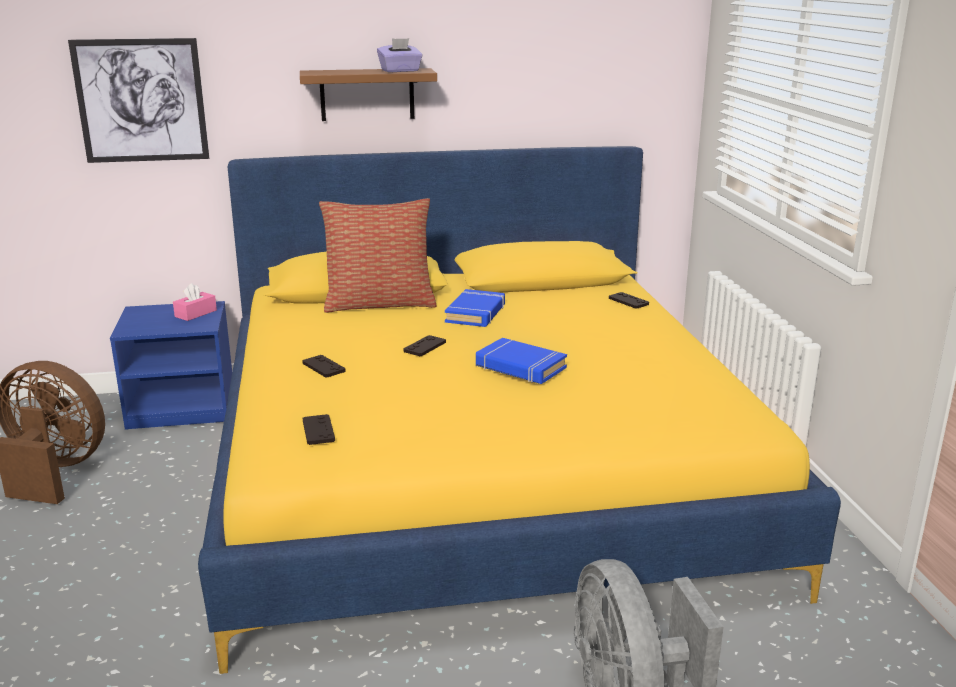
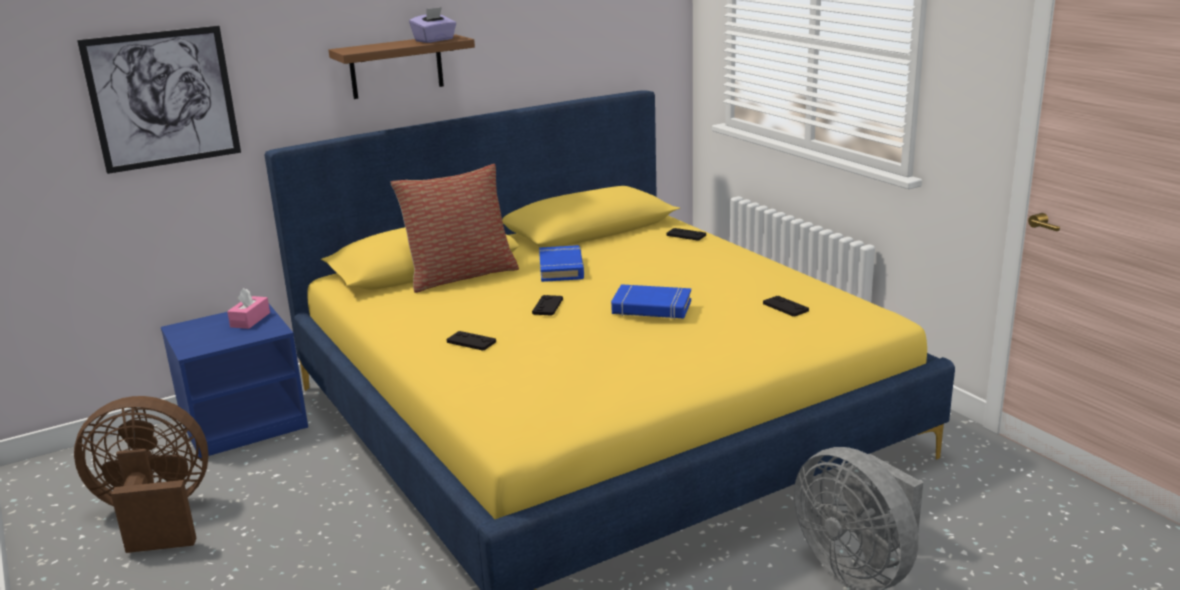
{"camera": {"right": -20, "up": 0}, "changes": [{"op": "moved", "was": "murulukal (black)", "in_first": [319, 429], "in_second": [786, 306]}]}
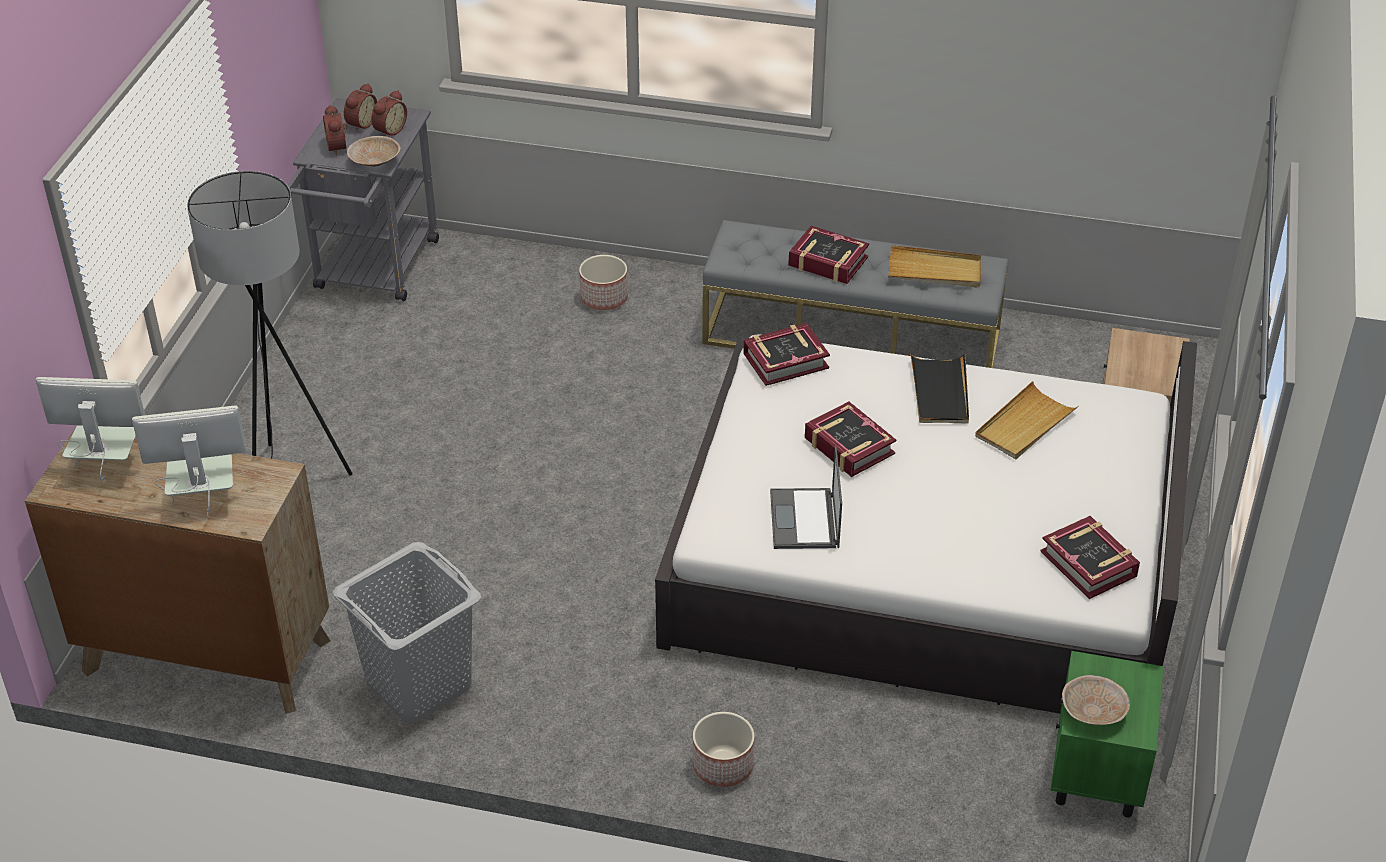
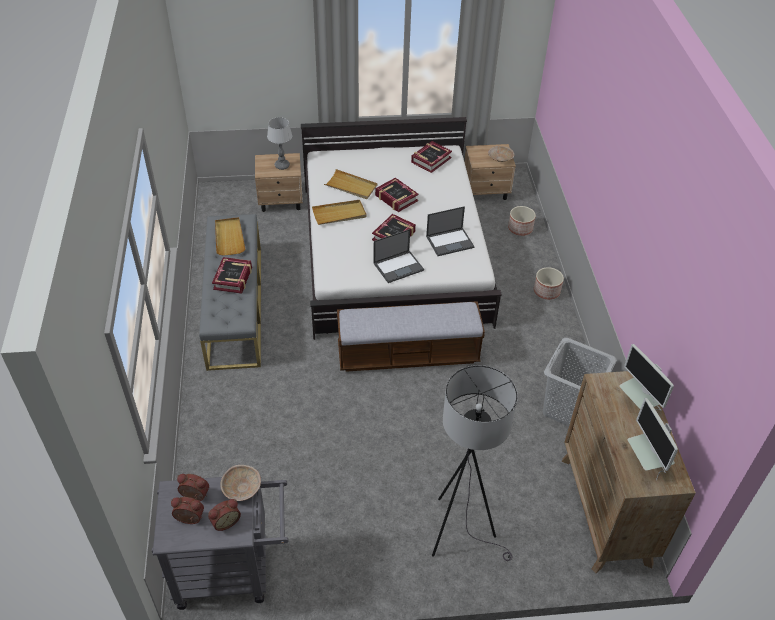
{"camera": {"right": -110, "up": 5}, "changes": [{"op": "moved", "was": "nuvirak", "in_first": [603, 282], "in_second": [522, 221]}, {"op": "moved", "was": "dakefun", "in_first": [786, 354], "in_second": [397, 195]}, {"op": "recoloured", "was": "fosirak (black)", "now": "fosirak (beige)", "in_first": [939, 388], "in_second": [339, 212]}, {"op": "recoloured", "was": "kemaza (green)", "now": "kemaza (beige)", "in_first": [1107, 734], "in_second": [490, 172]}, {"op": "added", "now": "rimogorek", "in_second": [279, 143]}, {"op": "added", "now": "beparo", "in_second": [411, 336]}, {"op": "added", "now": "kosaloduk", "in_second": [398, 256]}]}
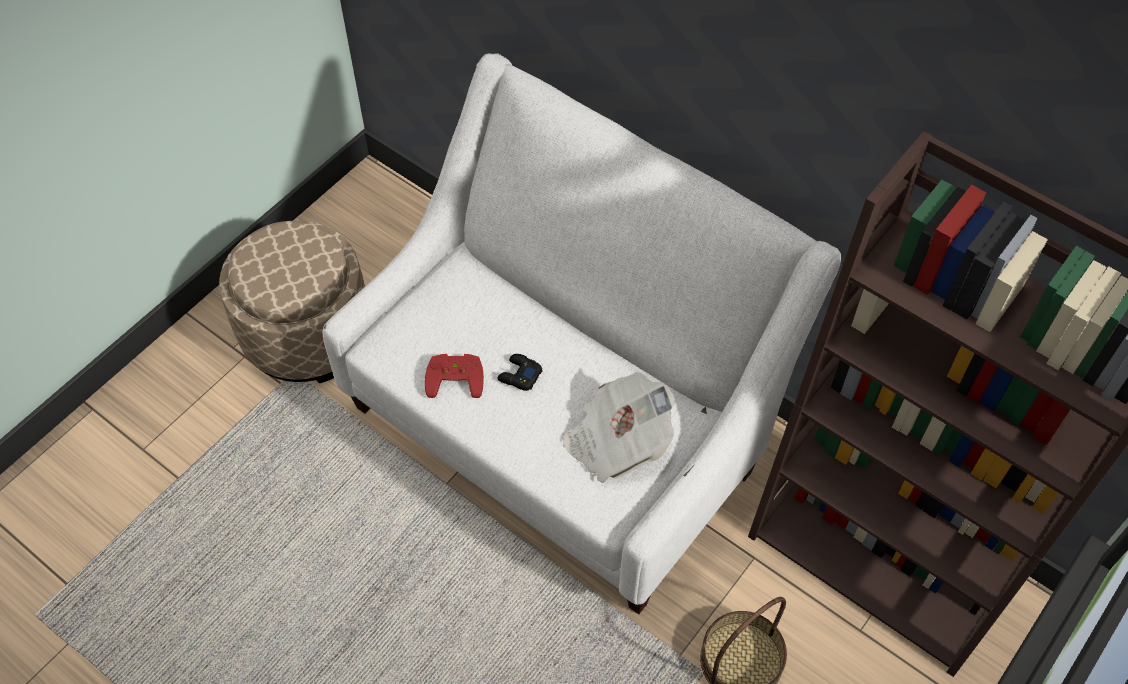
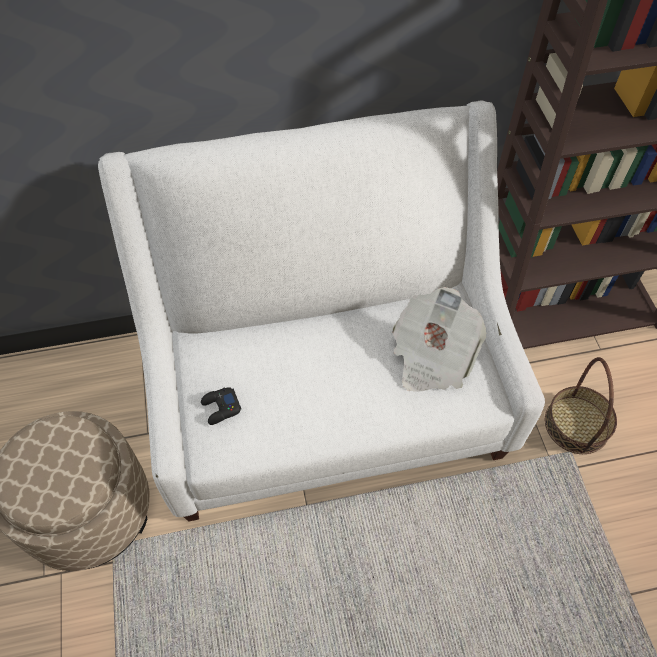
{"camera": {"right": -50, "up": 0}, "changes": [{"op": "removed", "was": "murulukal (red)", "in_first": [454, 376]}, {"op": "moved", "was": "murulukal (black)", "in_first": [520, 372], "in_second": [221, 406]}]}
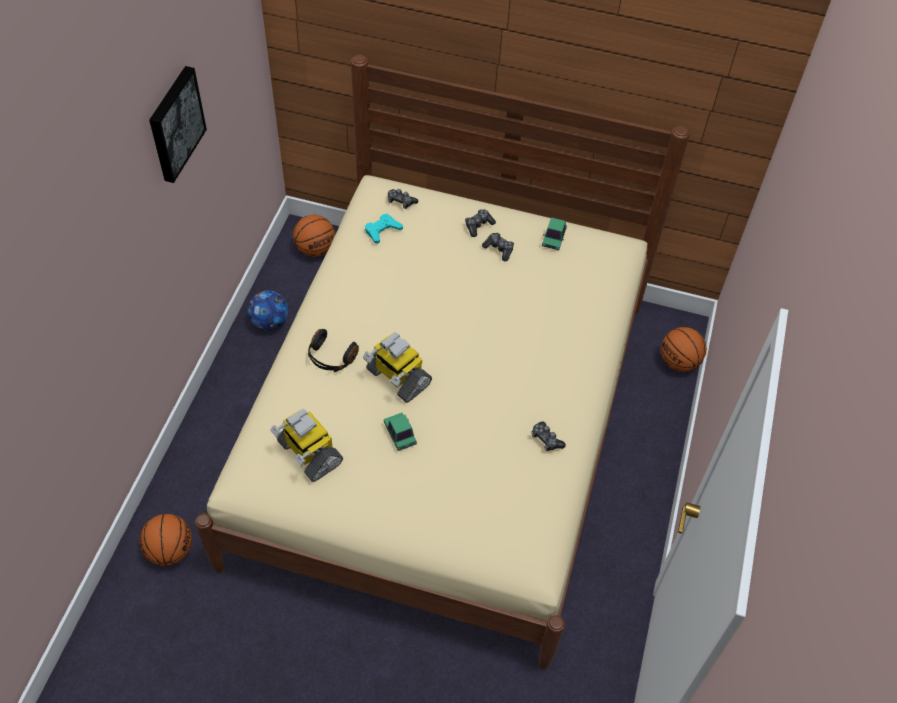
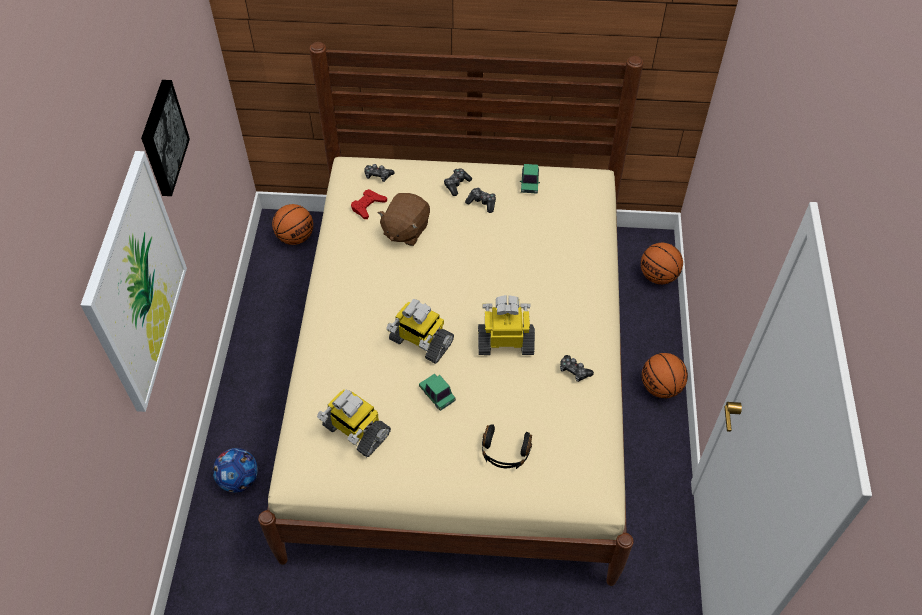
{"camera": {"right": -10, "up": 0}, "changes": [{"op": "moved", "was": "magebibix", "in_first": [165, 540], "in_second": [665, 375]}, {"op": "moved", "was": "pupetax", "in_first": [268, 310], "in_second": [235, 470]}, {"op": "moved", "was": "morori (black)", "in_first": [333, 350], "in_second": [507, 446]}, {"op": "recoloured", "was": "murulukal (turquoise)", "now": "murulukal (red)", "in_first": [384, 229], "in_second": [369, 204]}, {"op": "added", "now": "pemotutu", "in_second": [134, 281]}, {"op": "added", "now": "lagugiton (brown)", "in_second": [404, 219]}, {"op": "added", "now": "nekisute", "in_second": [506, 325]}]}
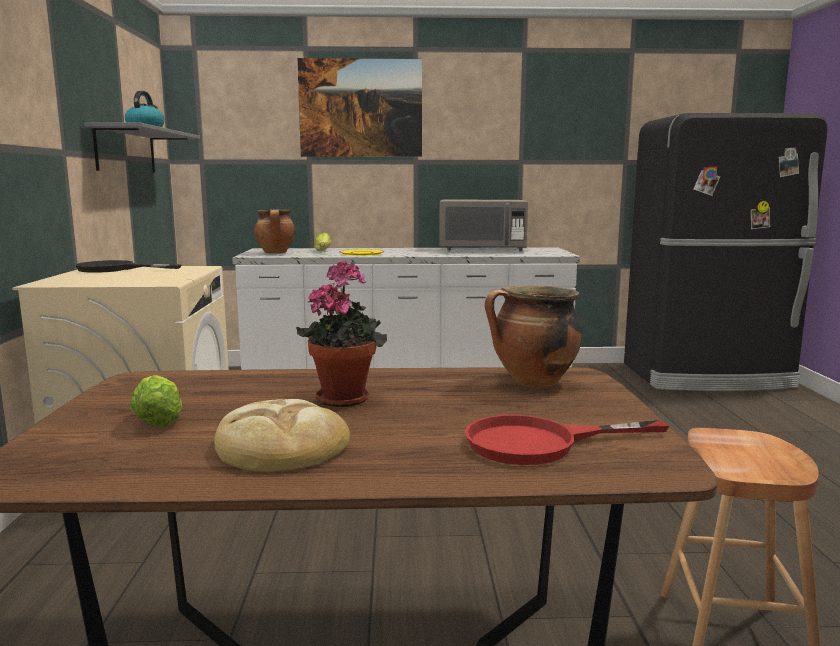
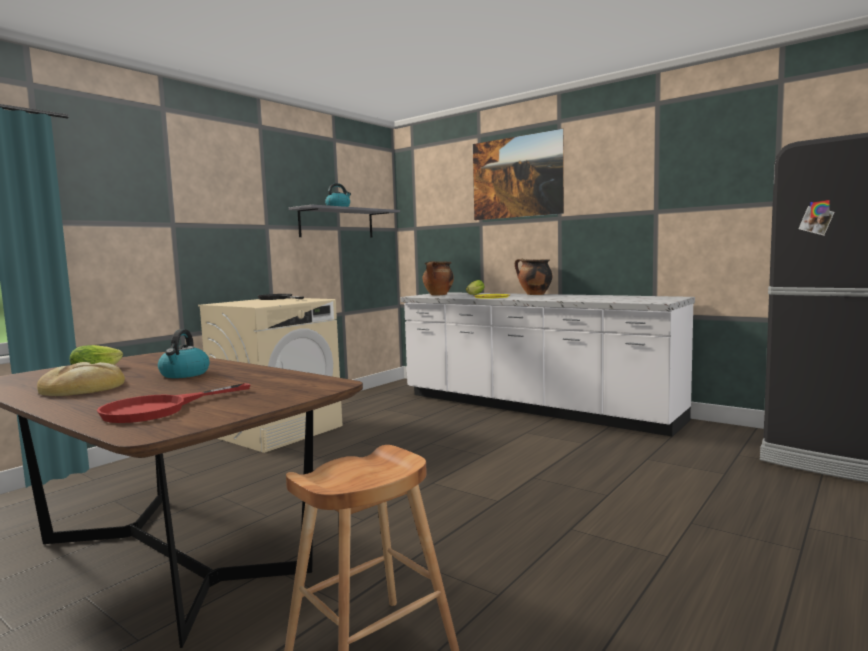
{"camera": {"right": 40, "up": -5}, "changes": [{"op": "replaced", "was": "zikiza", "now": "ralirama", "in_first": [341, 333], "in_second": [184, 353]}, {"op": "removed", "was": "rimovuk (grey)", "in_first": [483, 225]}, {"op": "turned", "was": "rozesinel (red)", "in_first": [567, 440], "in_second": [174, 403], "clockwise": -75}, {"op": "moved", "was": "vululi", "in_first": [534, 336], "in_second": [533, 277]}]}
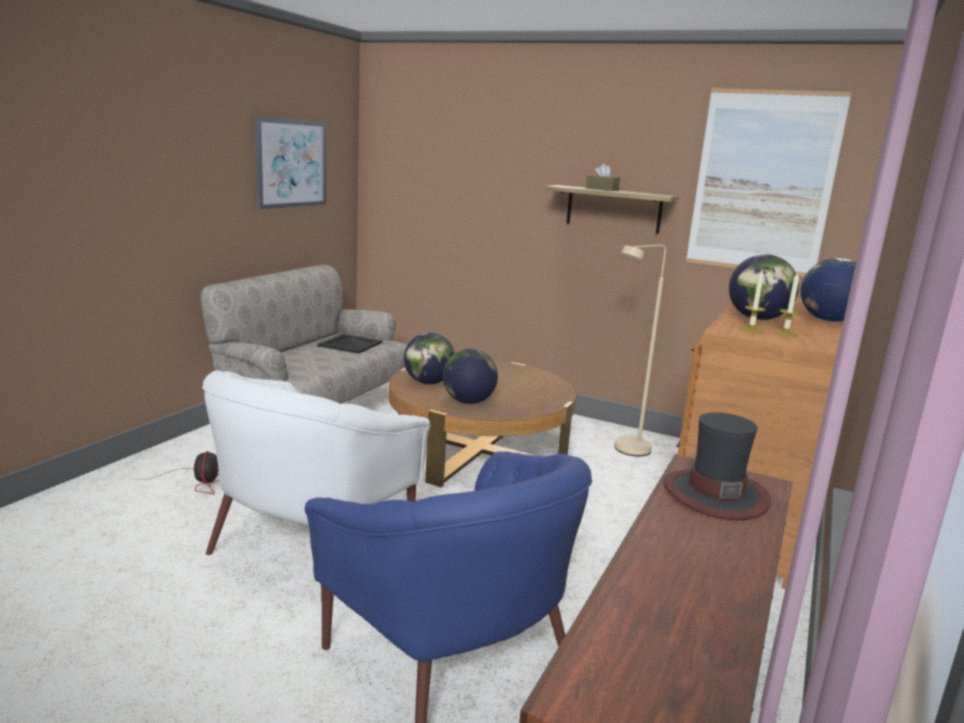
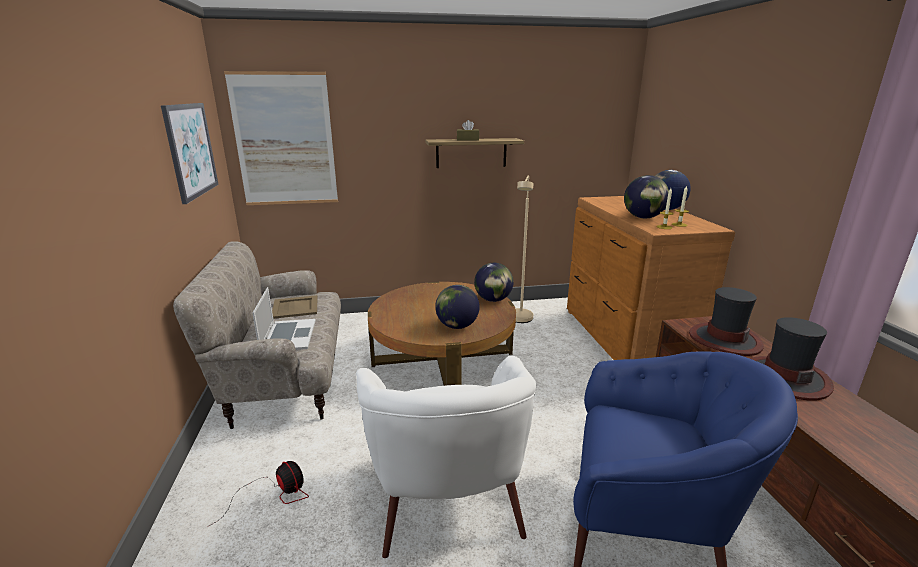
{"camera": {"right": -35, "up": 5}, "changes": [{"op": "recoloured", "was": "fosirak (black)", "now": "fosirak (beige)", "in_first": [350, 344], "in_second": [295, 307]}, {"op": "moved", "was": "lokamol", "in_first": [429, 358], "in_second": [494, 282]}, {"op": "moved", "was": "pemotutu", "in_first": [769, 182], "in_second": [281, 138]}, {"op": "added", "now": "kosaloduk", "in_second": [284, 318]}, {"op": "added", "now": "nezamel", "in_second": [791, 359]}]}
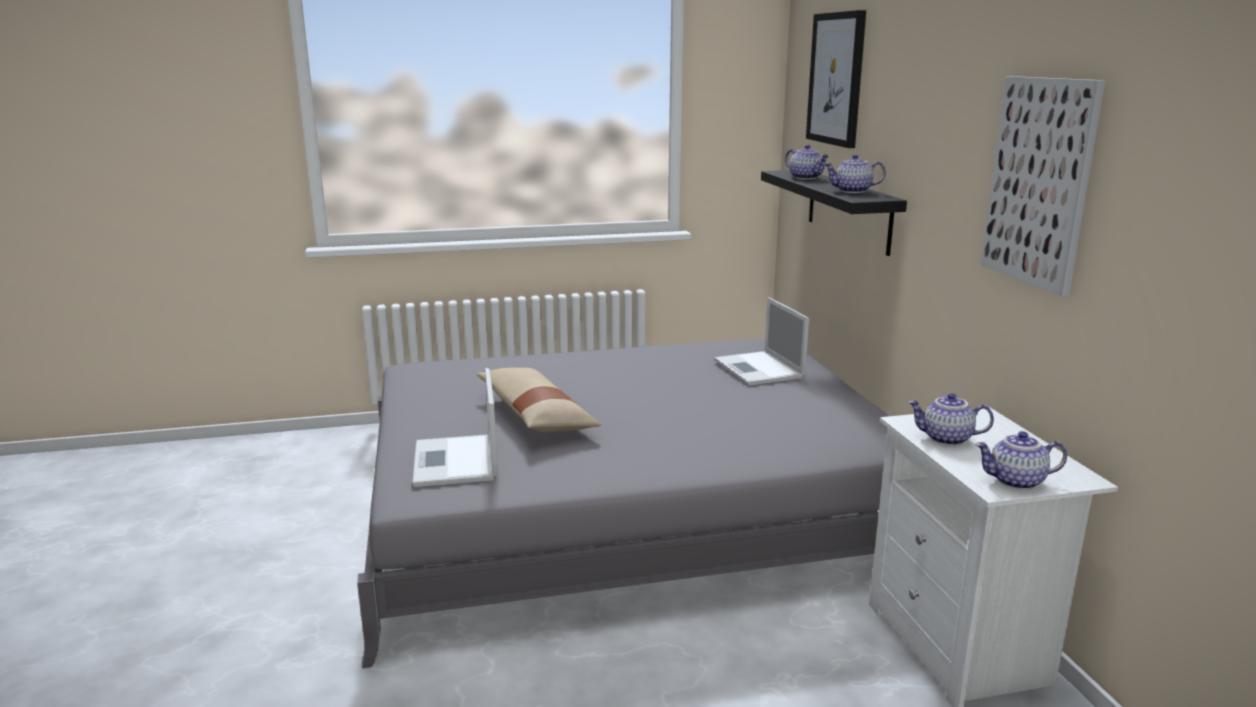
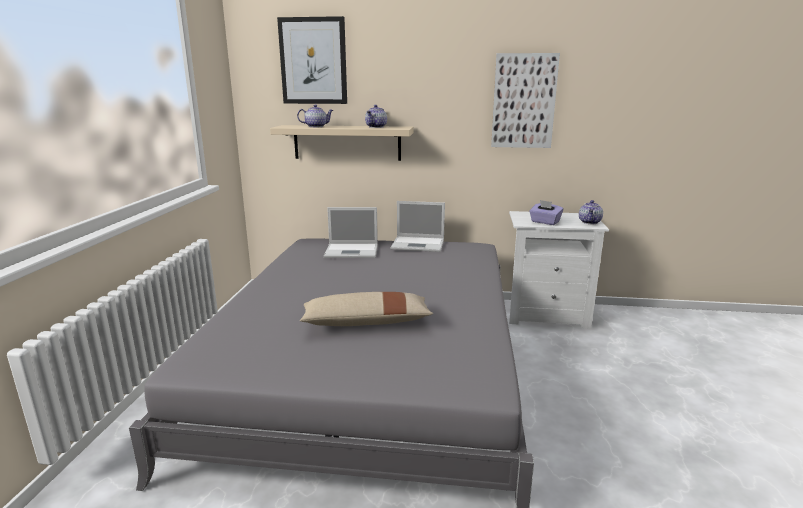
{"camera": {"right": -70, "up": 0}, "changes": [{"op": "moved", "was": "kosaloduk", "in_first": [455, 427], "in_second": [418, 226]}, {"op": "recoloured", "was": "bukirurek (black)", "now": "bukirurek (beige)", "in_first": [834, 213], "in_second": [342, 143]}, {"op": "replaced", "was": "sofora", "now": "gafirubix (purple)", "in_first": [951, 419], "in_second": [546, 212]}]}
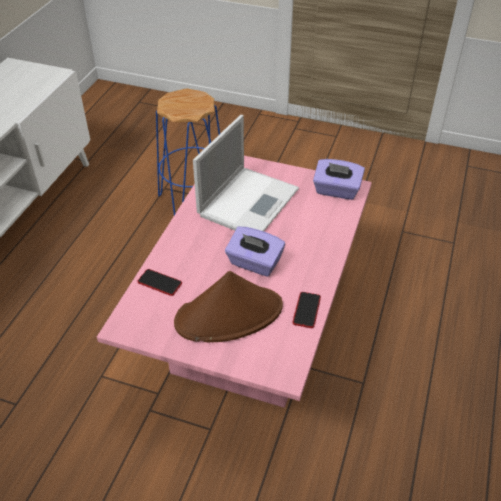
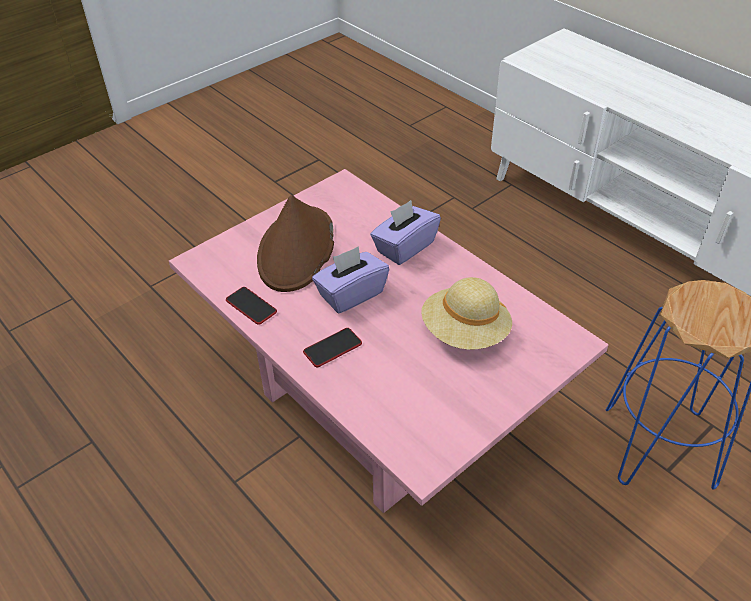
{"camera": {"right": 120, "up": 0}, "changes": [{"op": "moved", "was": "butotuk", "in_first": [159, 282], "in_second": [332, 347]}, {"op": "replaced", "was": "kosaloduk", "now": "nezamel (beige)", "in_first": [246, 173], "in_second": [466, 313]}, {"op": "moved", "was": "gafirubix (purple)", "in_first": [339, 179], "in_second": [405, 232]}]}
